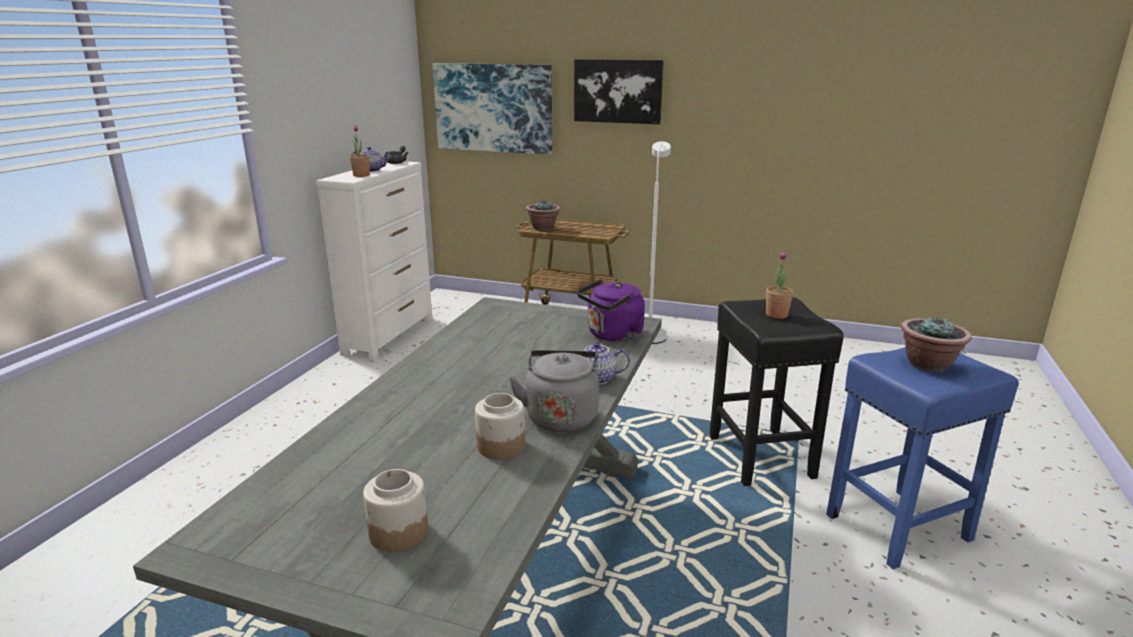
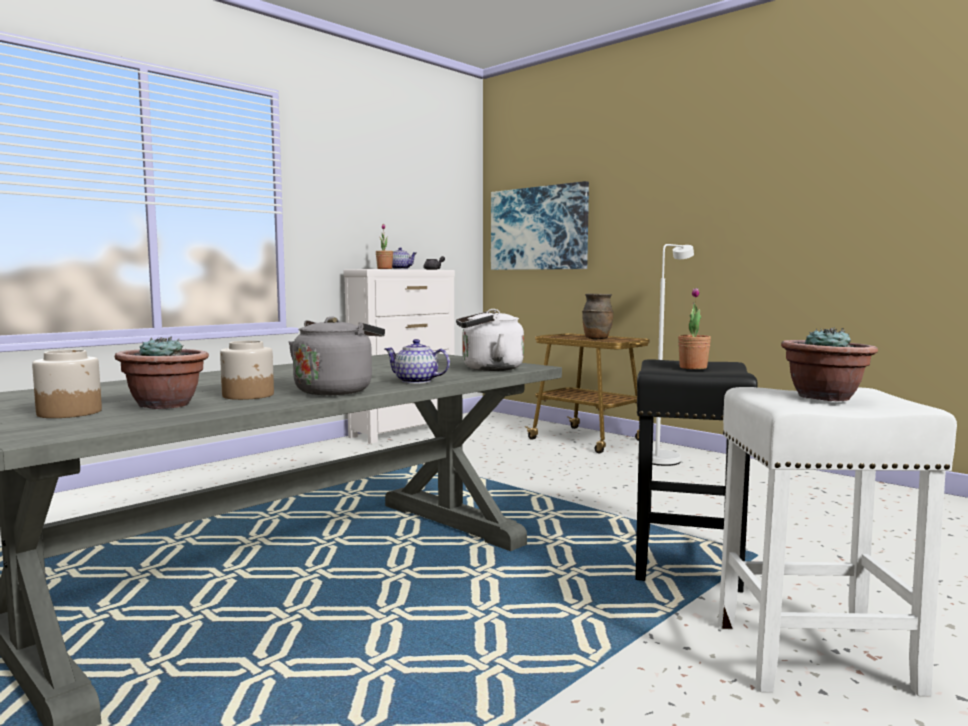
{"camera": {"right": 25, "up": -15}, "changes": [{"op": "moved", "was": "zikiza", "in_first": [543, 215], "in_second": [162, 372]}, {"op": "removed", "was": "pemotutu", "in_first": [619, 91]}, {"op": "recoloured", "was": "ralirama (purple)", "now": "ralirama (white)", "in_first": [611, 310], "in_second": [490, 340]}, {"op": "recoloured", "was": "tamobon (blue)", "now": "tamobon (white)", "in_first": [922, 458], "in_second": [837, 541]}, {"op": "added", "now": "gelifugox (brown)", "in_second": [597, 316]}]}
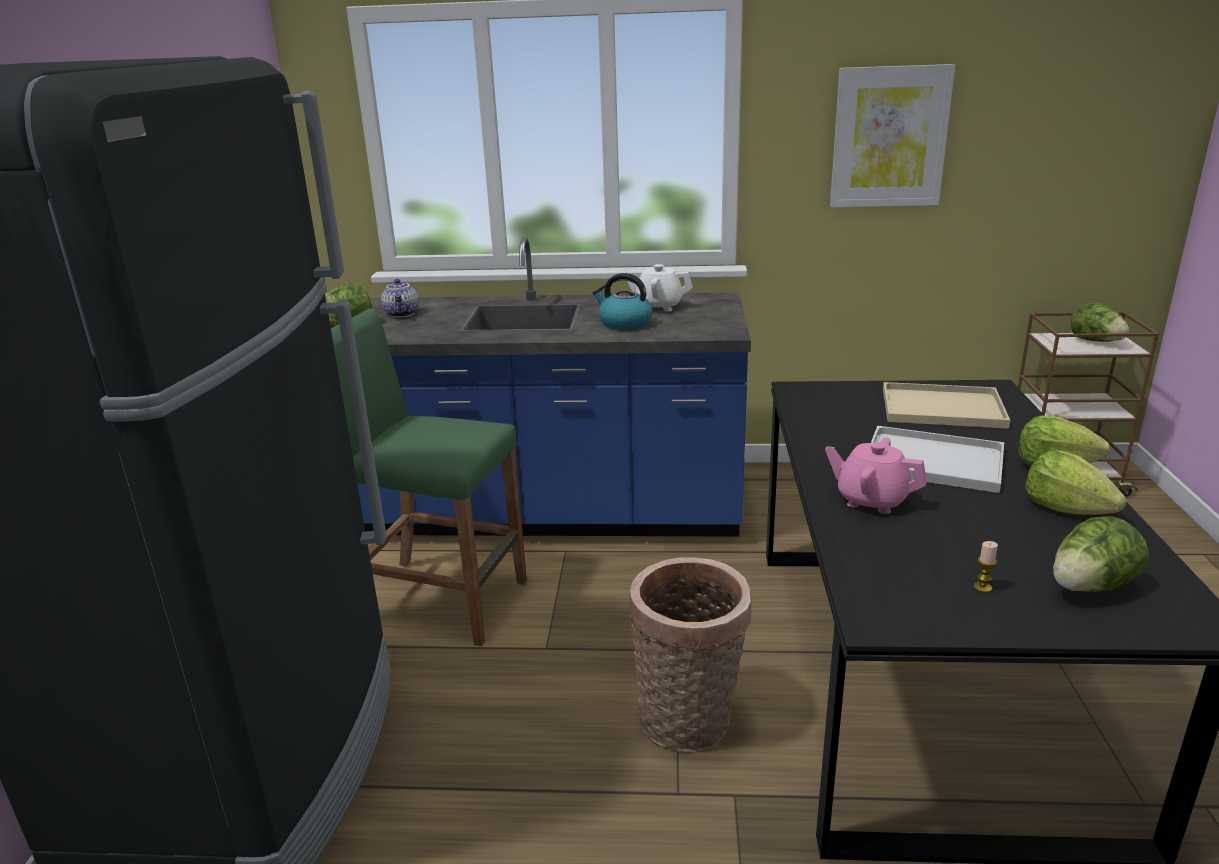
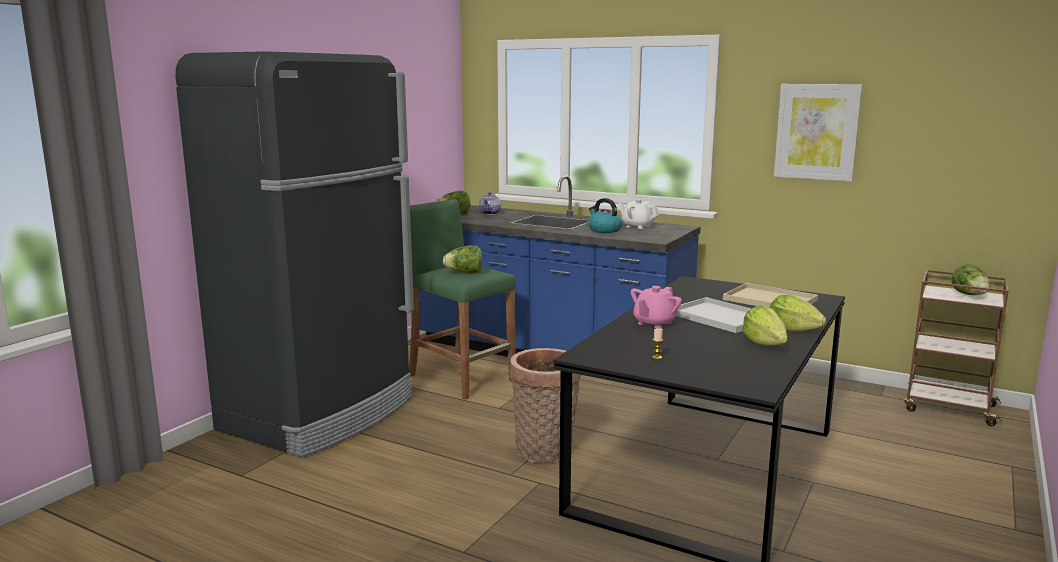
{"camera": {"right": 25, "up": -10}, "changes": [{"op": "turned", "was": "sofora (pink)", "in_first": [876, 475], "in_second": [656, 307], "clockwise": -105}, {"op": "moved", "was": "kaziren", "in_first": [1101, 554], "in_second": [462, 259]}]}
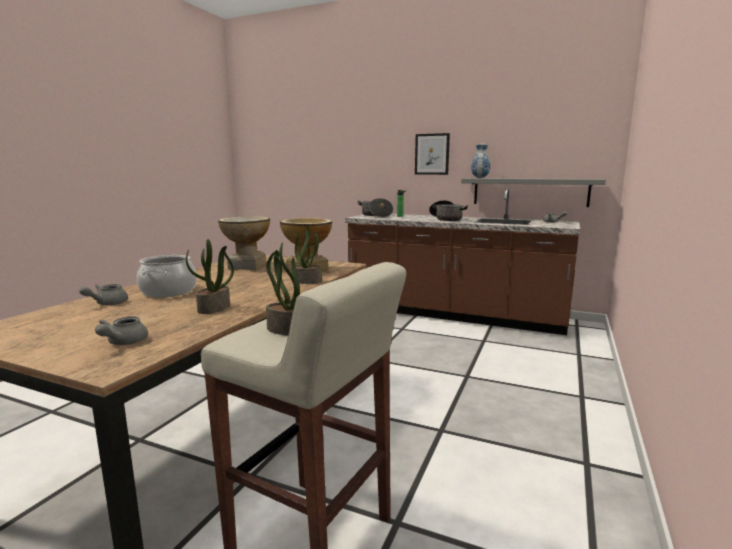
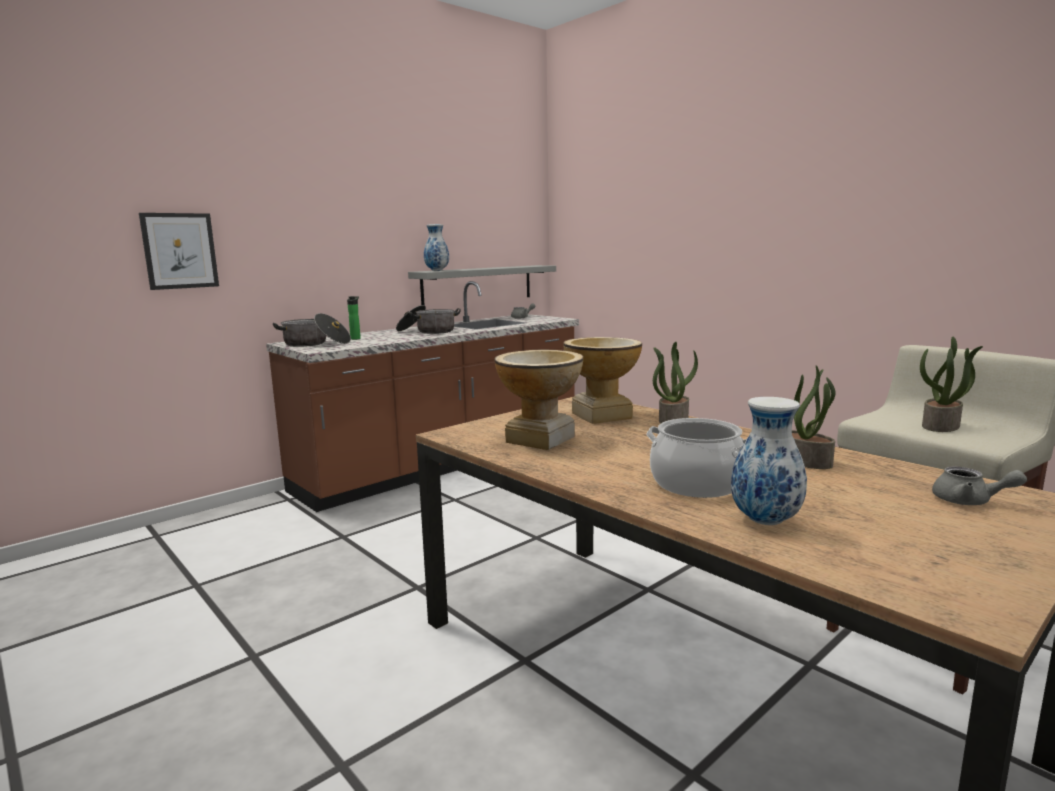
{"camera": {"right": -65, "up": 0}, "changes": [{"op": "replaced", "was": "sofora (grey)", "now": "gelifugox", "in_first": [103, 294], "in_second": [769, 461]}, {"op": "moved", "was": "pemotutu", "in_first": [432, 154], "in_second": [179, 251]}]}
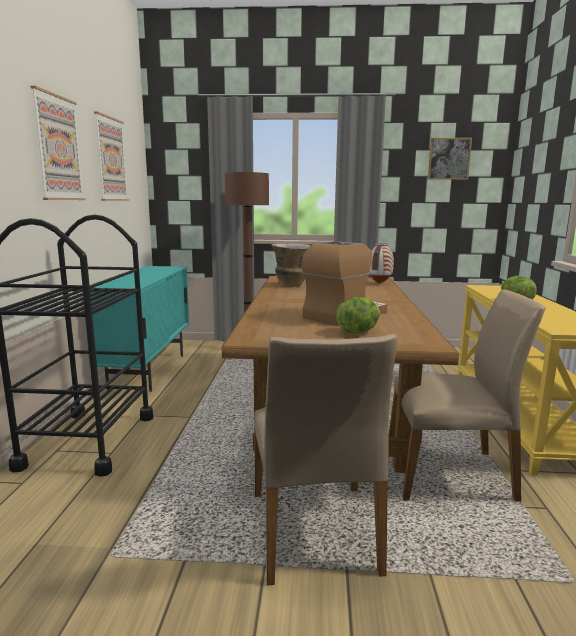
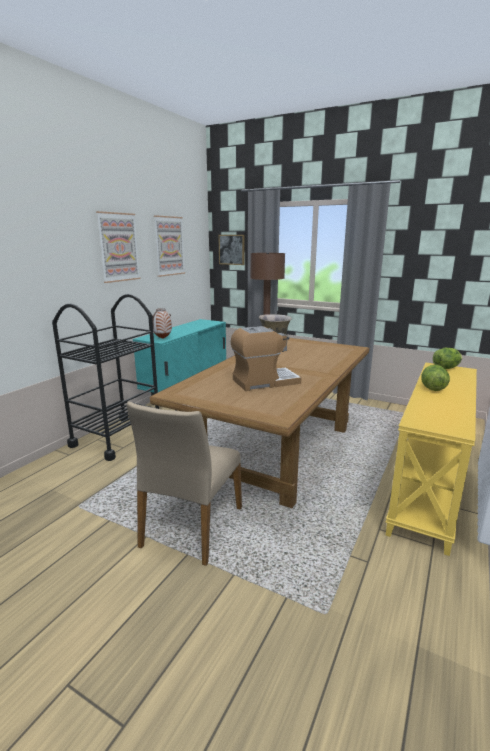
{"camera": {"right": 25, "up": 5}, "changes": [{"op": "moved", "was": "kaziren", "in_first": [358, 315], "in_second": [448, 358]}, {"op": "moved", "was": "gelifugox", "in_first": [381, 263], "in_second": [162, 323]}, {"op": "removed", "was": "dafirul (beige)", "in_first": [467, 396]}, {"op": "moved", "was": "pemotutu", "in_first": [450, 159], "in_second": [231, 250]}]}
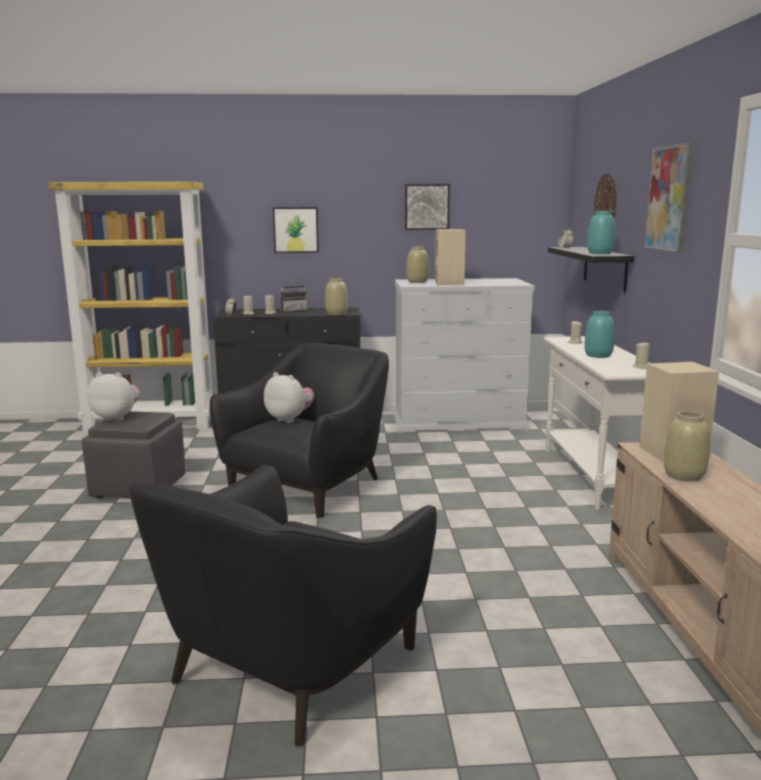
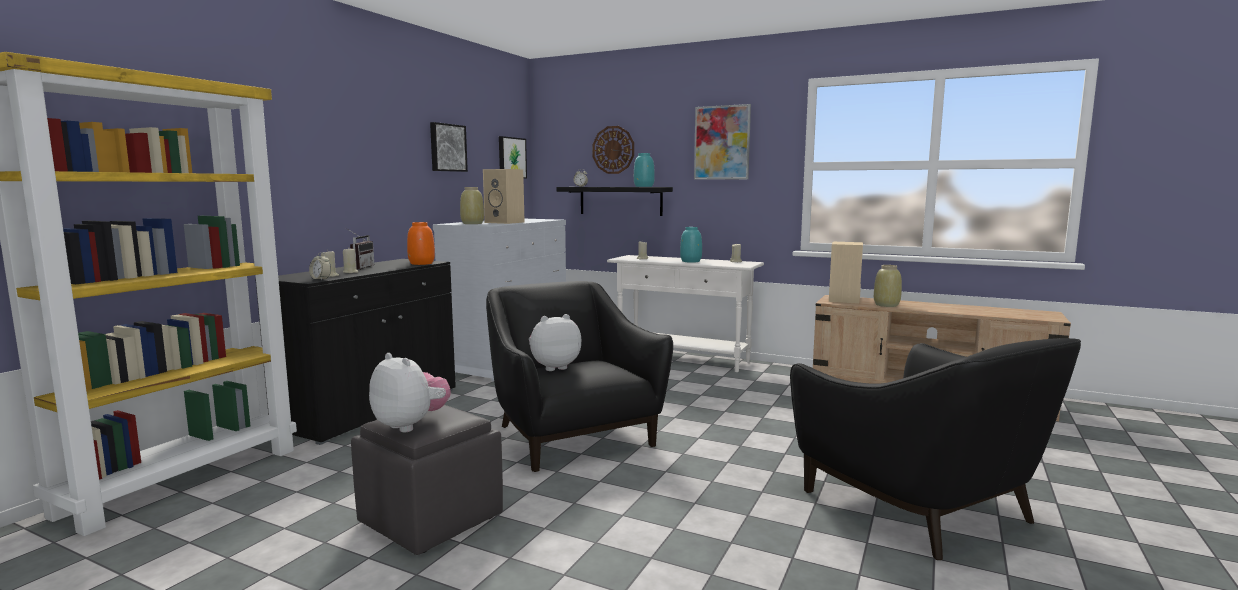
{"camera": {"right": -60, "up": -5}, "changes": [{"op": "turned", "was": "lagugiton", "in_first": [113, 397], "in_second": [410, 392], "clockwise": 90}, {"op": "moved", "was": "pemotutu", "in_first": [296, 230], "in_second": [513, 157]}, {"op": "recoloured", "was": "gelifugox (beige)", "now": "gelifugox (orange)", "in_first": [336, 296], "in_second": [421, 243]}]}
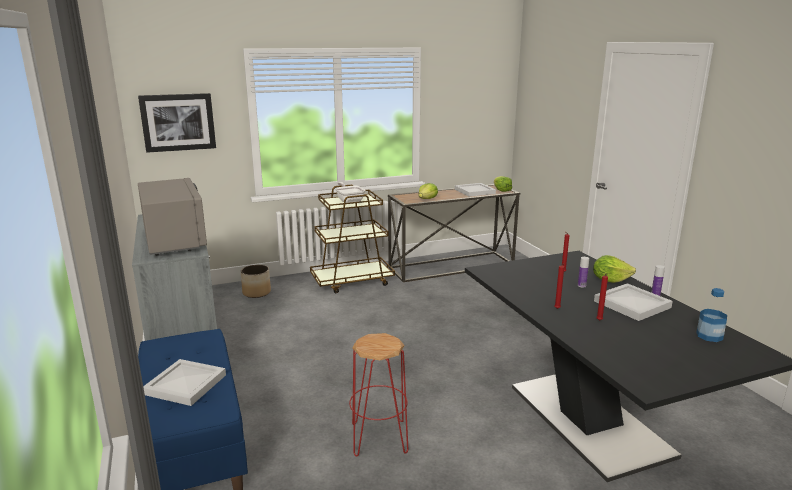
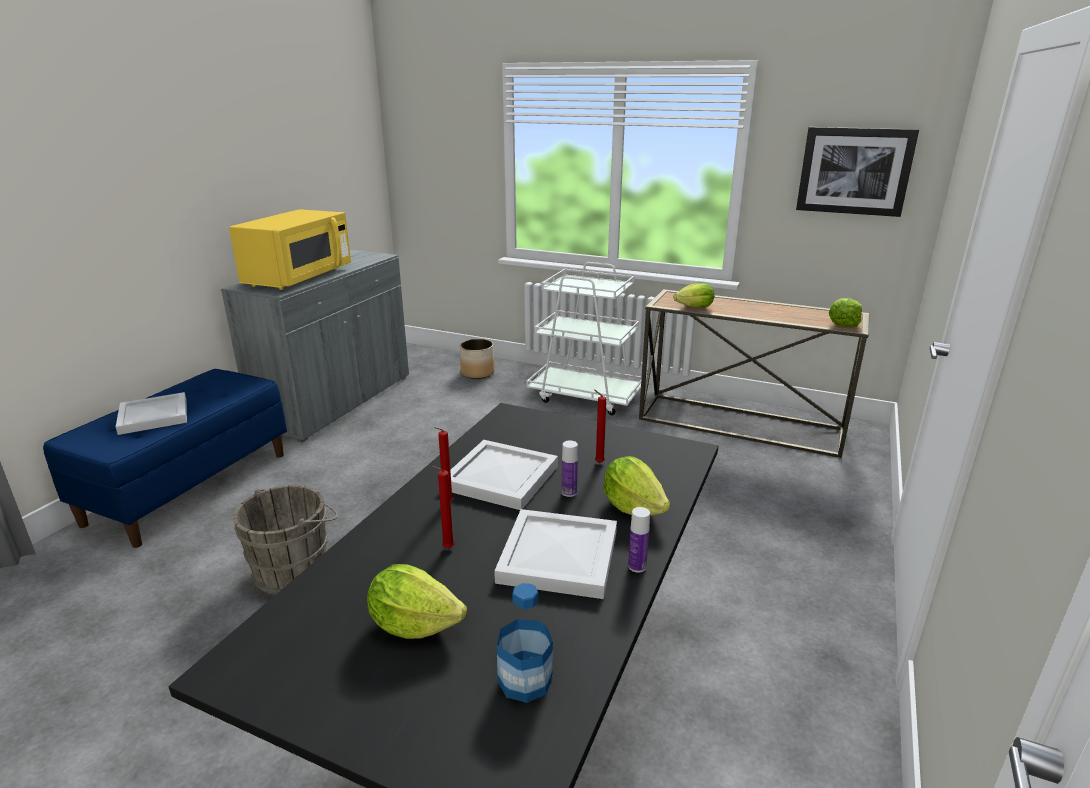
{"camera": {"right": 45, "up": 5}, "changes": [{"op": "moved", "was": "pemotutu", "in_first": [177, 123], "in_second": [857, 172]}, {"op": "recoloured", "was": "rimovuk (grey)", "now": "rimovuk (yellow)", "in_first": [172, 217], "in_second": [290, 249]}, {"op": "recoloured", "was": "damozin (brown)", "now": "damozin (white)", "in_first": [352, 239], "in_second": [584, 338]}, {"op": "removed", "was": "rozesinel", "in_first": [350, 192]}, {"op": "replaced", "was": "tamobon (red)", "now": "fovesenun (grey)", "in_first": [378, 395], "in_second": [285, 540]}, {"op": "moved", "was": "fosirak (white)", "in_first": [475, 190], "in_second": [504, 475]}, {"op": "added", "now": "kaziren", "in_second": [417, 601]}]}
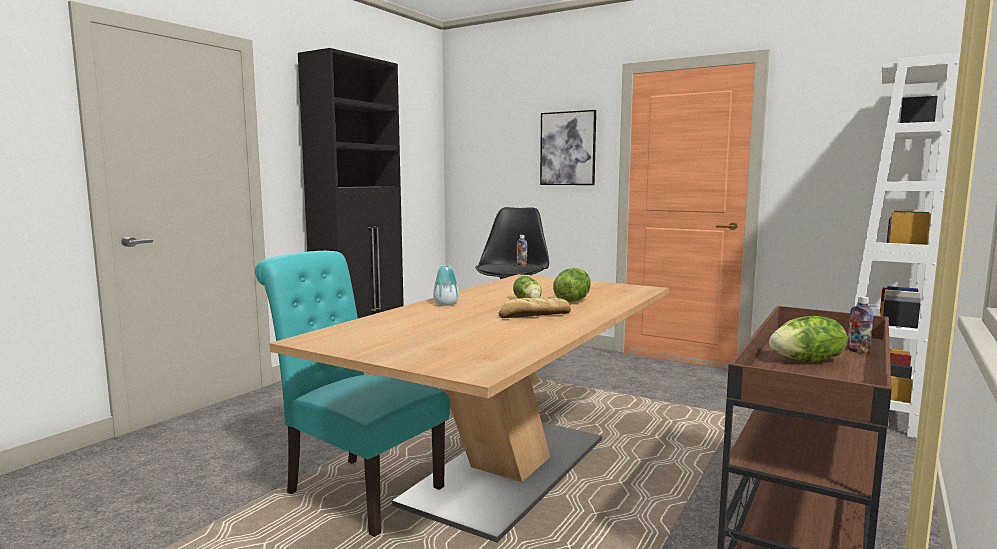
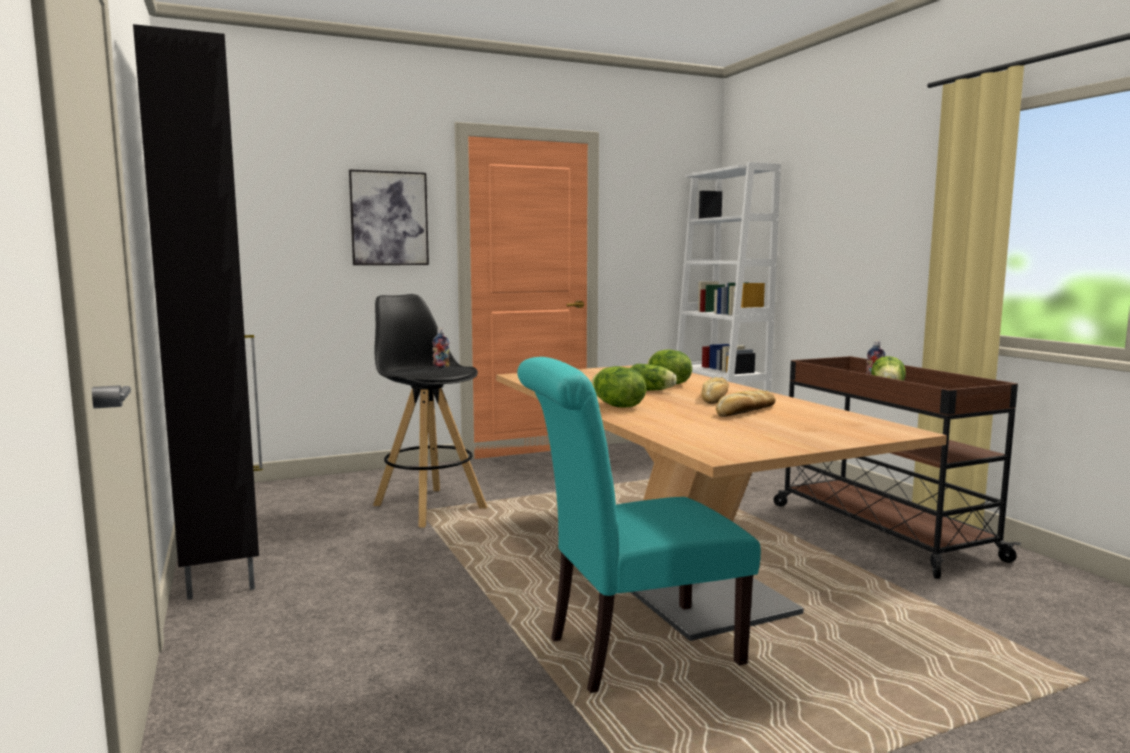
{"camera": {"right": -55, "up": 0}, "changes": [{"op": "replaced", "was": "gelifugox", "now": "kaziren", "in_first": [446, 285], "in_second": [618, 387]}, {"op": "added", "now": "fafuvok", "in_second": [746, 403]}]}
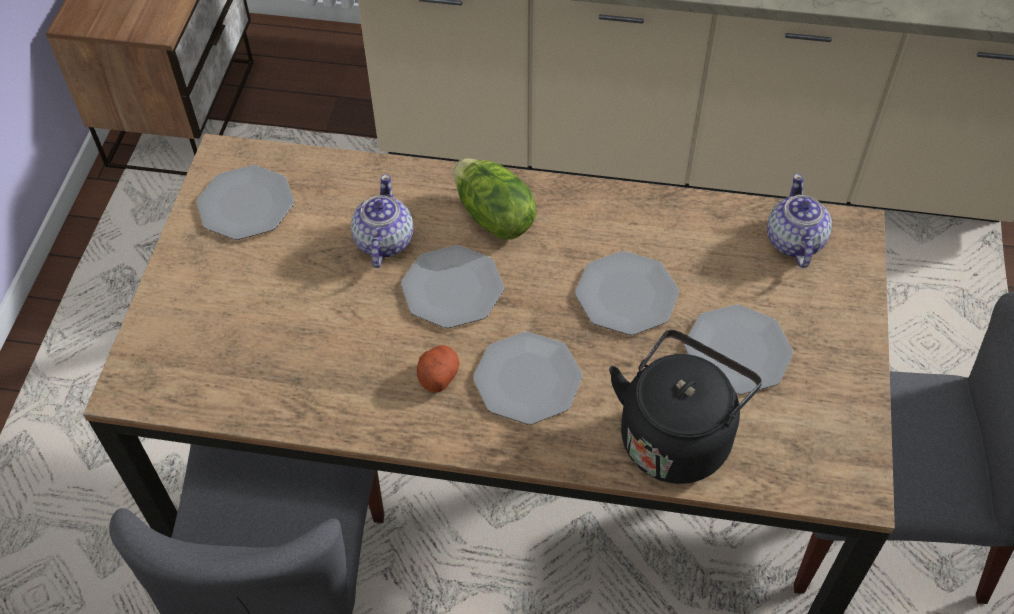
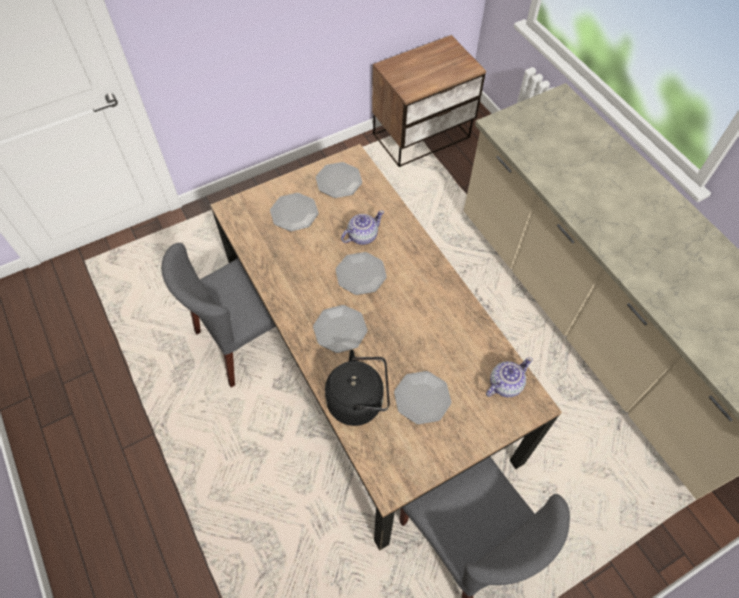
{"camera": {"right": 50, "up": 5}, "changes": [{"op": "removed", "was": "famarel", "in_first": [438, 368]}, {"op": "removed", "was": "kaziren", "in_first": [495, 199]}, {"op": "moved", "was": "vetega", "in_first": [627, 293], "in_second": [294, 212]}]}
